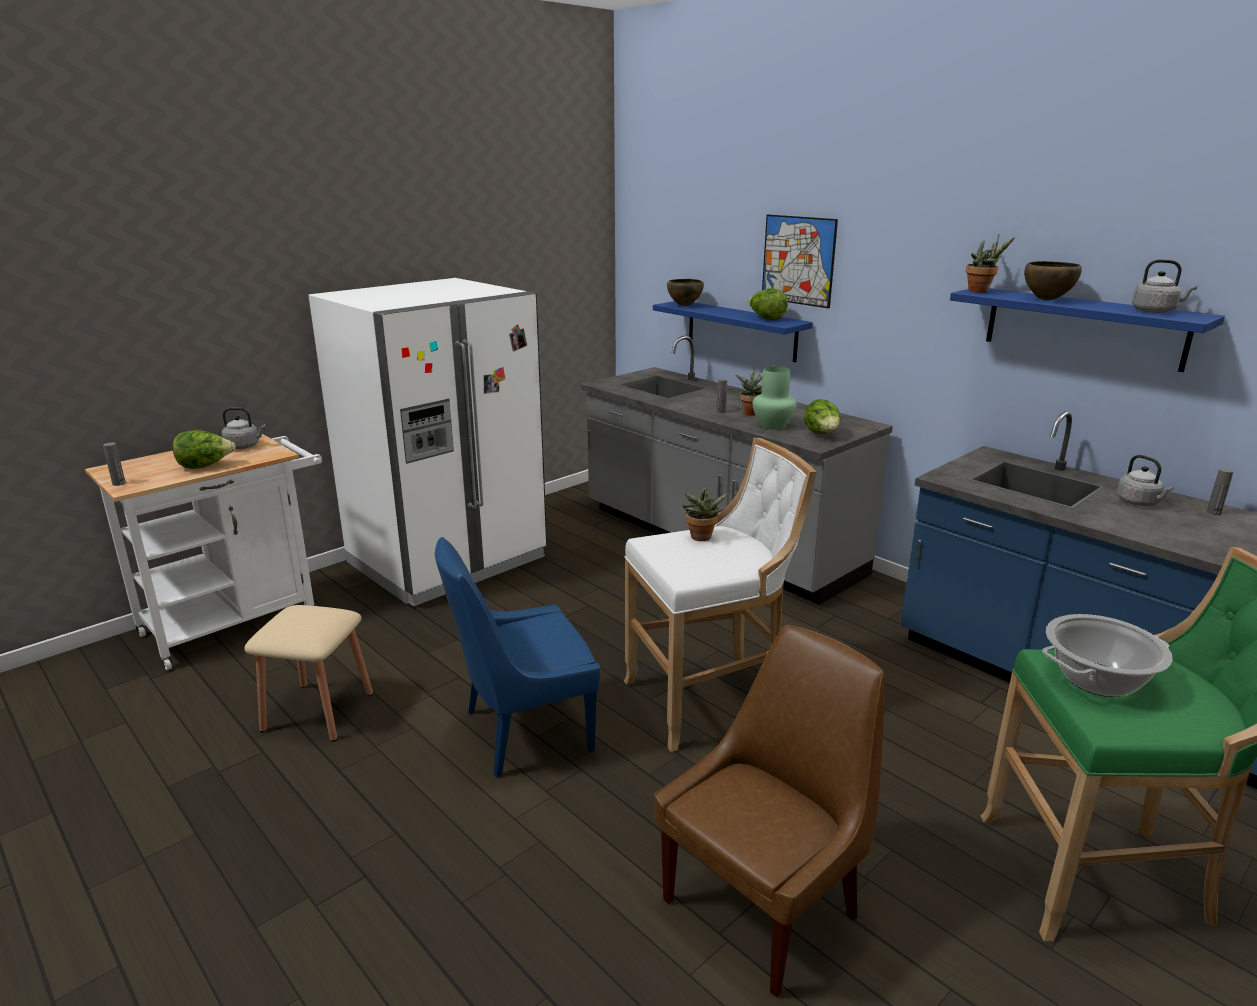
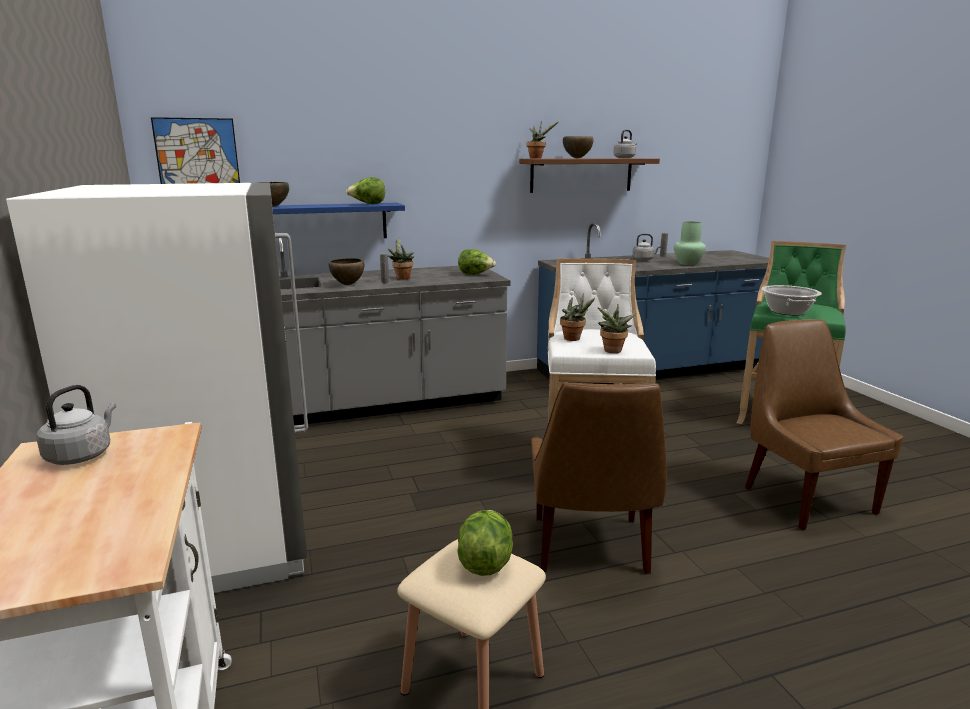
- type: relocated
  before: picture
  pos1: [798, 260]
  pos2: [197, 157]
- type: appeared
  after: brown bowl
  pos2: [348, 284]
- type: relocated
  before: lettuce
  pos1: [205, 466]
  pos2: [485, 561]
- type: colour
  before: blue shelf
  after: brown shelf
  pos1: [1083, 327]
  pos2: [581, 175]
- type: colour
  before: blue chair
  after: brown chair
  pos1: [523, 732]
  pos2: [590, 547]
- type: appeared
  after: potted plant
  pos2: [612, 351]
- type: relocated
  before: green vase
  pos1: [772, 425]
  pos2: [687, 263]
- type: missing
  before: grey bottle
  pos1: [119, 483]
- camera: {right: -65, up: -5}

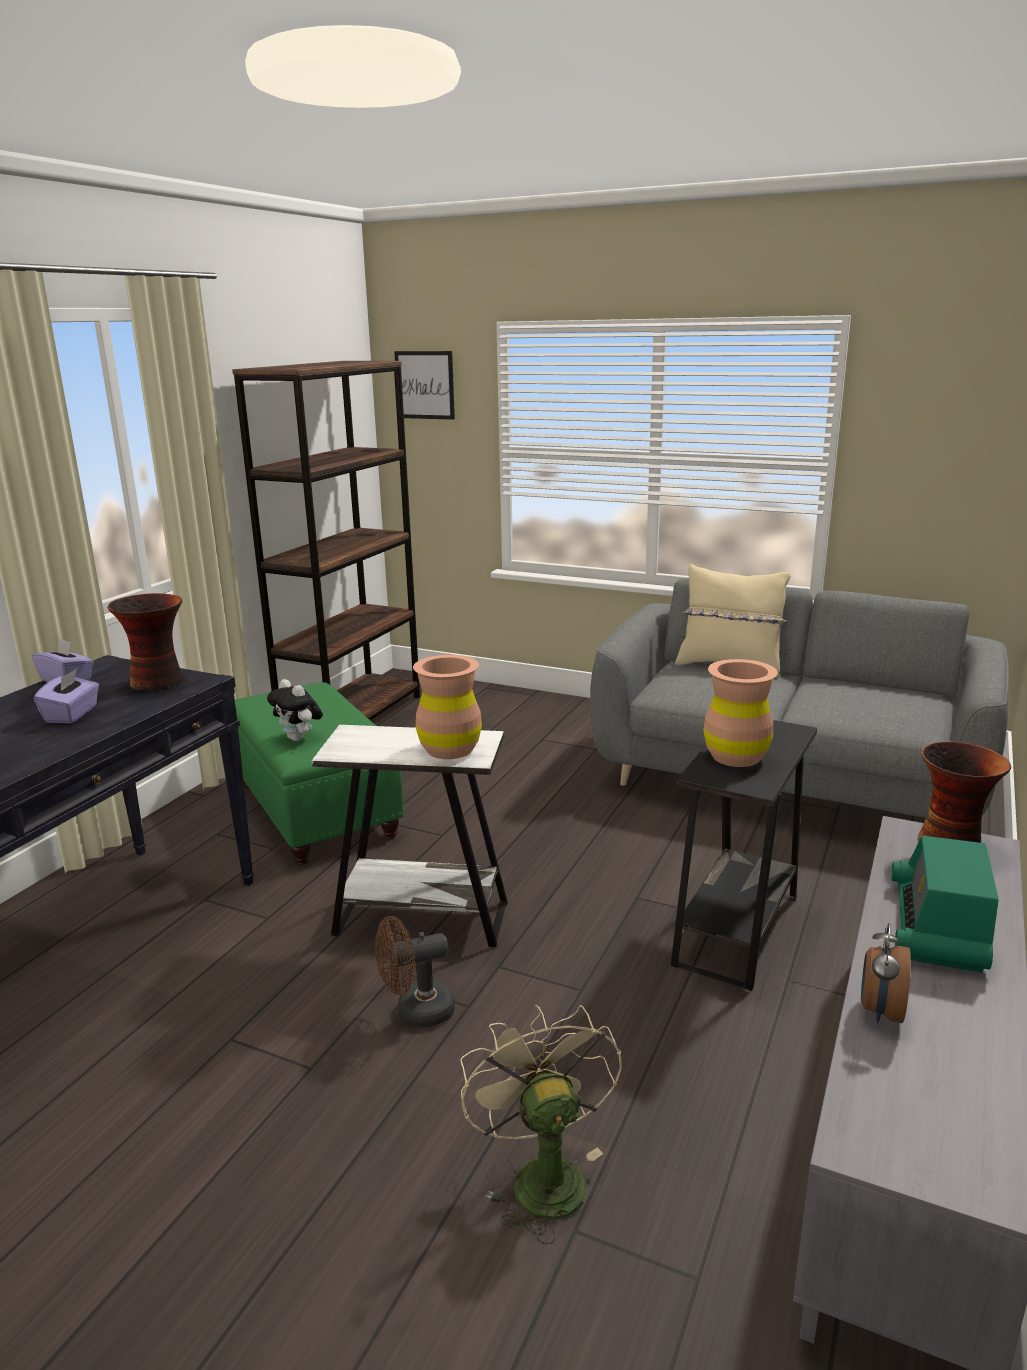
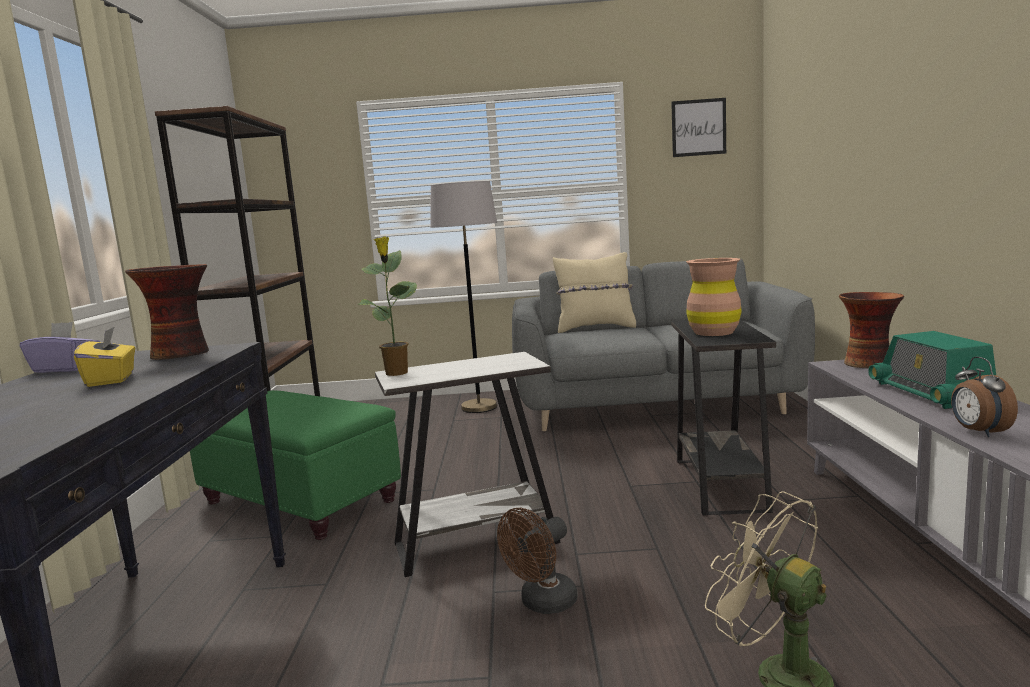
- type: colour
  before: purple tissue box
  after: yellow tissue box
  pos1: [72, 714]
  pos2: [112, 379]
- type: appeared
  after: potted plant
  pos2: [396, 373]
- type: appeared
  after: grey floor lamp
  pos2: [479, 407]
- type: relocated
  before: picture
  pos1: [425, 385]
  pos2: [698, 127]
- type: missing
  before: plush toy
  pos1: [299, 739]
- type: missing
  before: brown vase
  pos1: [449, 749]
- camera: {right: -25, up: -10}

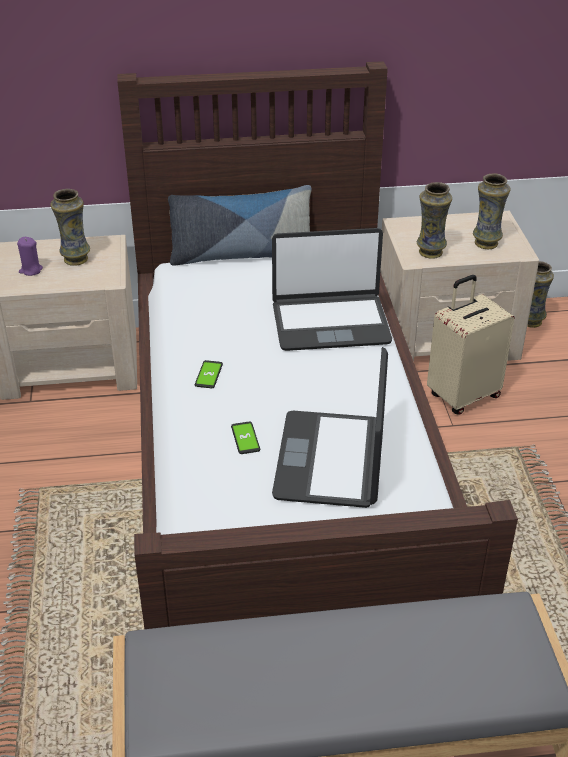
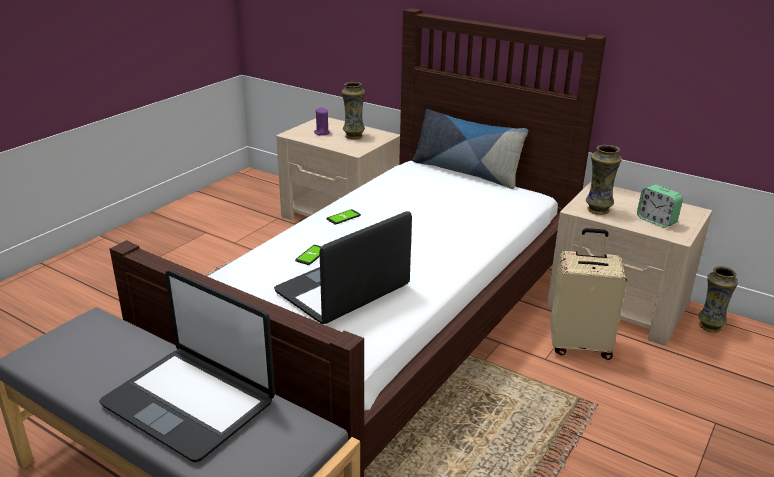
- type: relocated
  before: laptop
  pos1: [330, 323]
  pos2: [190, 402]
- type: exchanged
  before: vase
  after: alarm clock
  pos1: [486, 243]
  pos2: [656, 220]
- camera: {right: 40, up: -10}

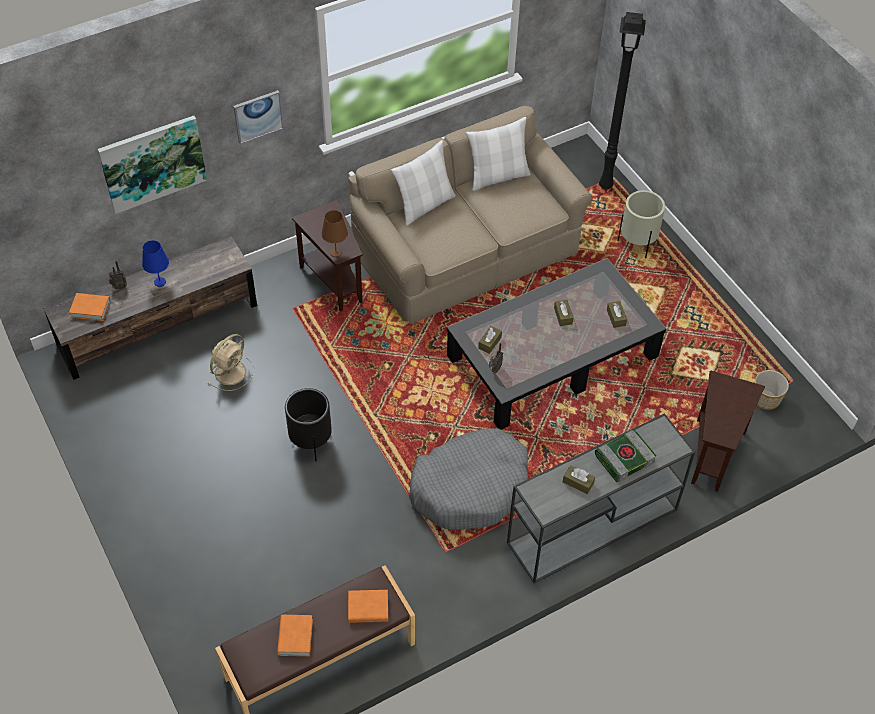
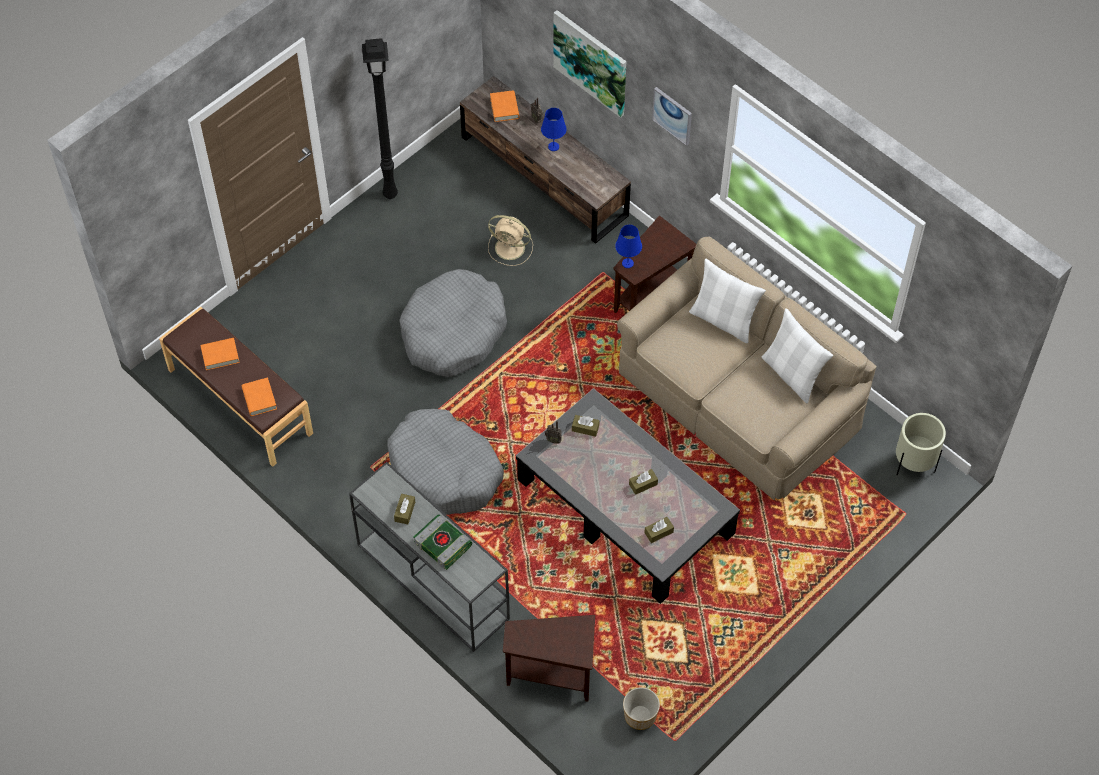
- type: relocated
  before: black floor lamp
  pos1: [604, 186]
  pos2: [389, 193]
- type: exchanged
  before: black planter
  after: grey dog bed
  pos1: [310, 442]
  pos2: [453, 332]
- type: colour
  before: brown table lamp
  after: blue table lamp
  pos1: [336, 252]
  pos2: [628, 263]
- type: relocated
  before: beige planter
  pos1: [637, 244]
  pos2: [913, 463]
- camera: {right: 75, up: 5}

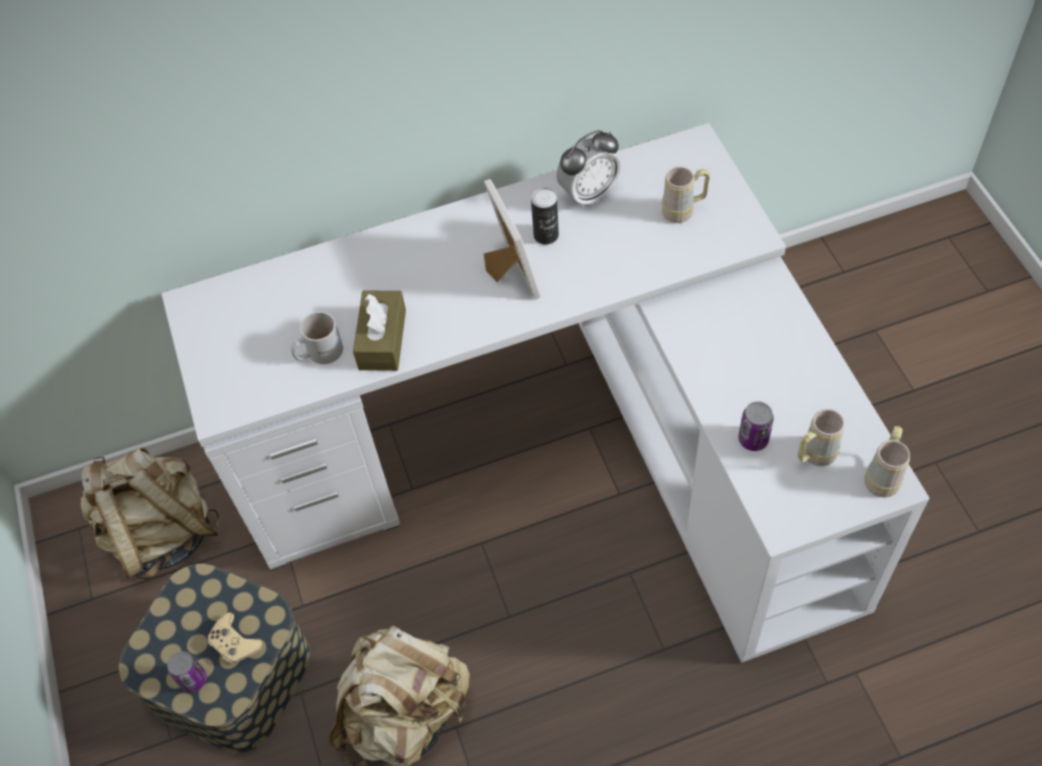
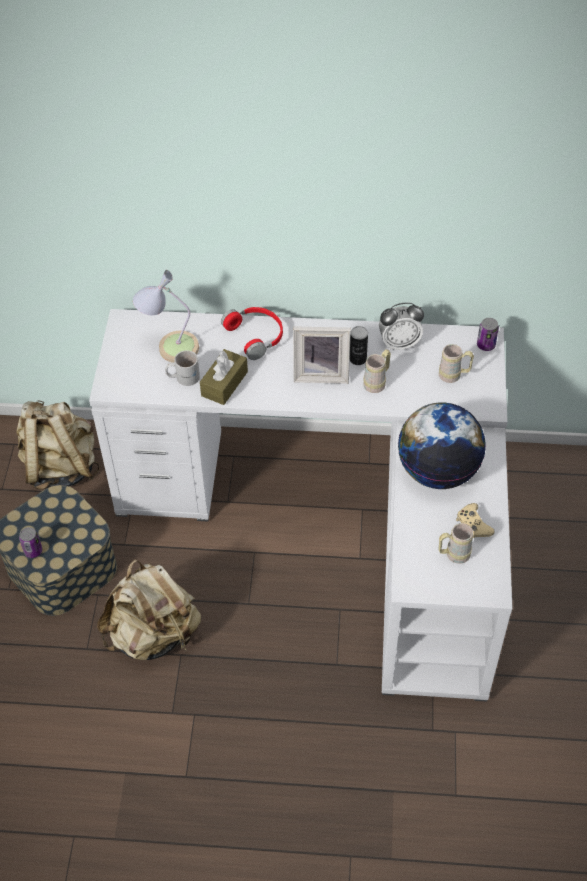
- type: appeared
  after: table lamp
  pos2: [169, 346]
- type: appeared
  after: red headphones
  pos2: [256, 335]
- type: spun
  before: picture frame
  pos1: [508, 274]
  pos2: [321, 374]
  turn: 90
- type: relocated
  before: beige mug
  pos1: [883, 475]
  pos2: [377, 382]
- type: appeared
  after: globe
  pos2: [438, 471]
- type: relocated
  before: beige game controller
  pos1: [234, 642]
  pos2: [473, 525]
- type: relocated
  before: can
  pos1: [753, 439]
  pos2: [486, 345]
- camera: {right: 20, up: -5}

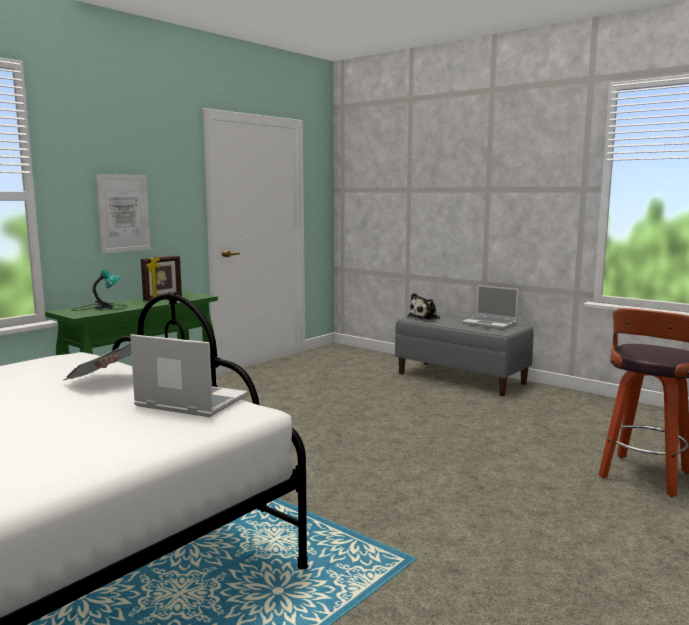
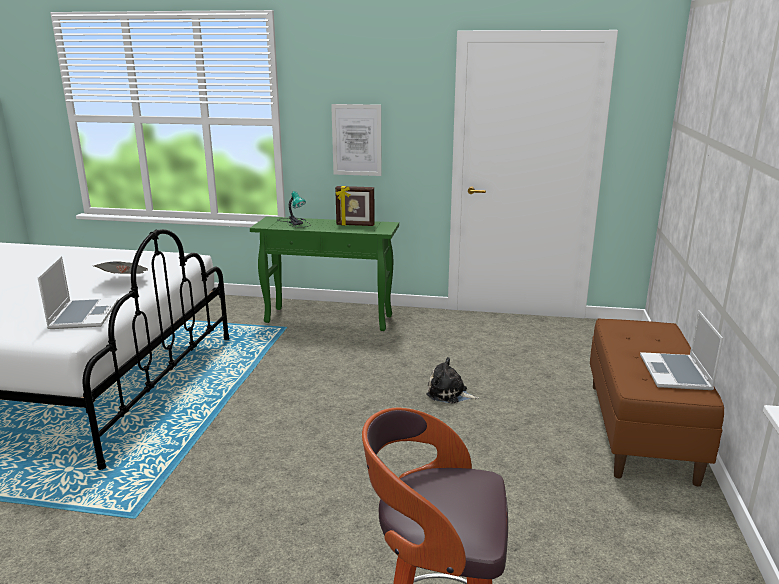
- type: relocated
  before: plush toy
  pos1: [425, 317]
  pos2: [449, 394]
- type: colour
  before: grey bench
  after: brown bench
  pos1: [461, 378]
  pos2: [641, 430]
- camera: {right: 60, up: 10}

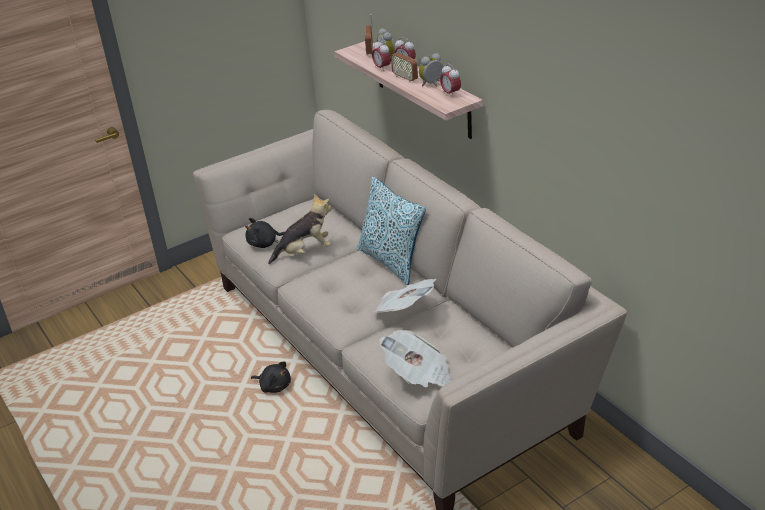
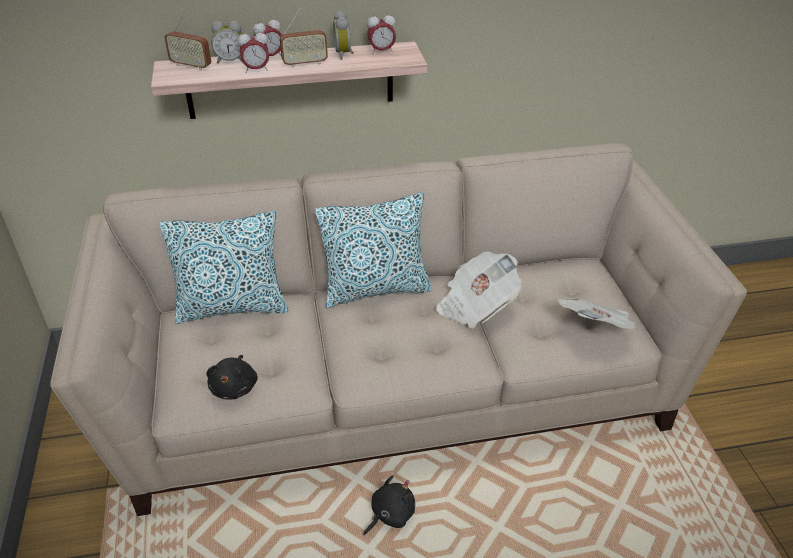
- type: appeared
  after: pillow
  pos2: [232, 307]
- type: missing
  before: plush toy
  pos1: [305, 252]
- camera: {right: -70, up: 5}

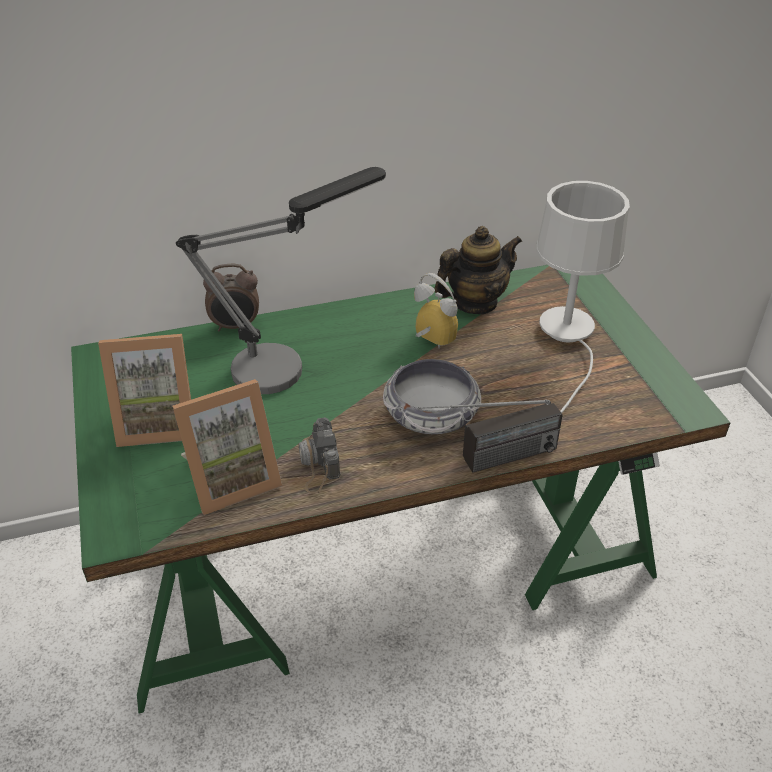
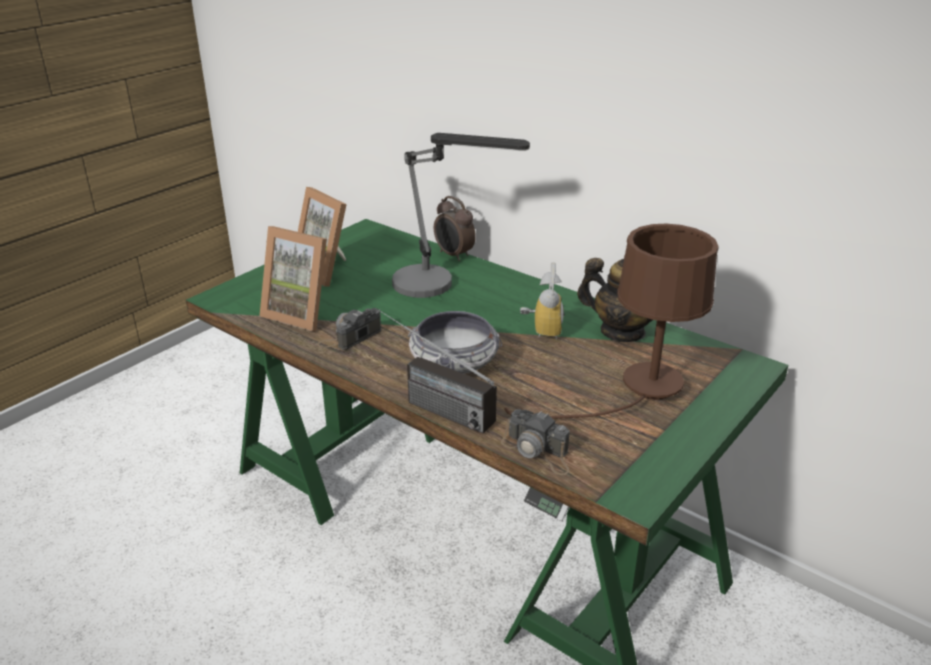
- type: appeared
  after: photo camera
  pos2: [538, 452]
- type: colour
  before: white table lamp
  after: brown table lamp
  pos1: [567, 341]
  pos2: [638, 393]
- camera: {right: 55, up: -10}

